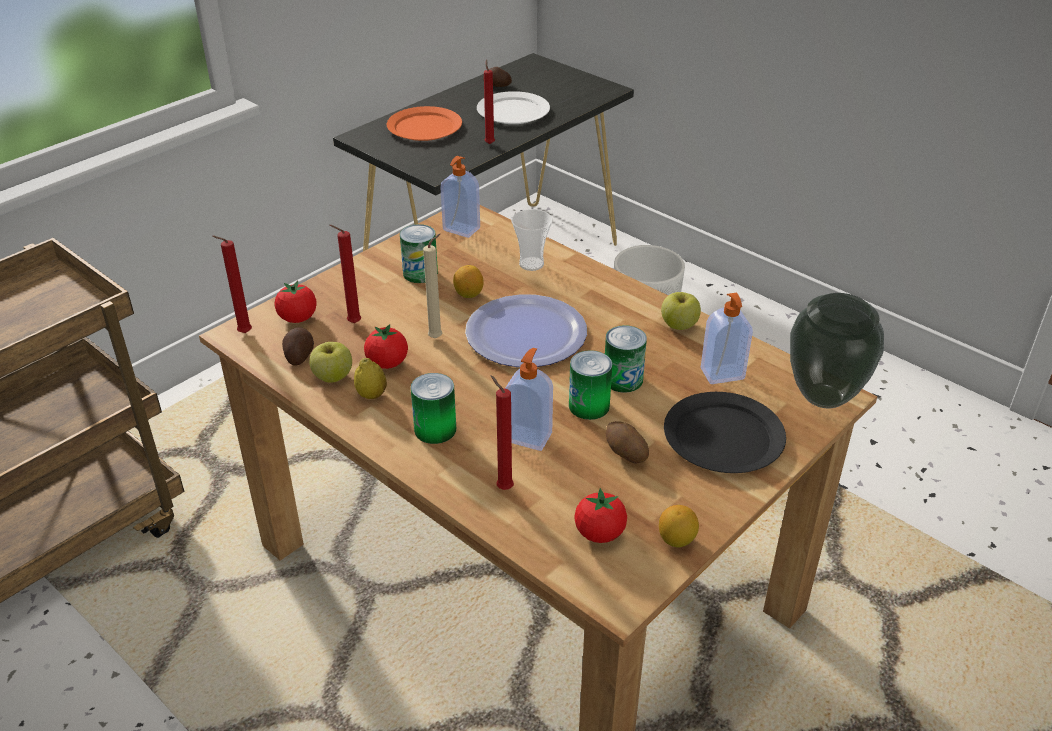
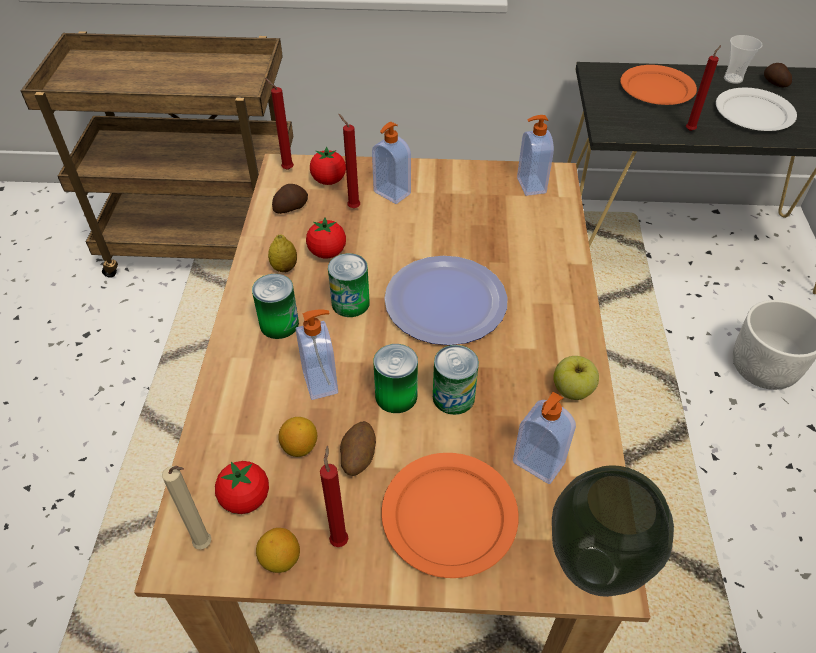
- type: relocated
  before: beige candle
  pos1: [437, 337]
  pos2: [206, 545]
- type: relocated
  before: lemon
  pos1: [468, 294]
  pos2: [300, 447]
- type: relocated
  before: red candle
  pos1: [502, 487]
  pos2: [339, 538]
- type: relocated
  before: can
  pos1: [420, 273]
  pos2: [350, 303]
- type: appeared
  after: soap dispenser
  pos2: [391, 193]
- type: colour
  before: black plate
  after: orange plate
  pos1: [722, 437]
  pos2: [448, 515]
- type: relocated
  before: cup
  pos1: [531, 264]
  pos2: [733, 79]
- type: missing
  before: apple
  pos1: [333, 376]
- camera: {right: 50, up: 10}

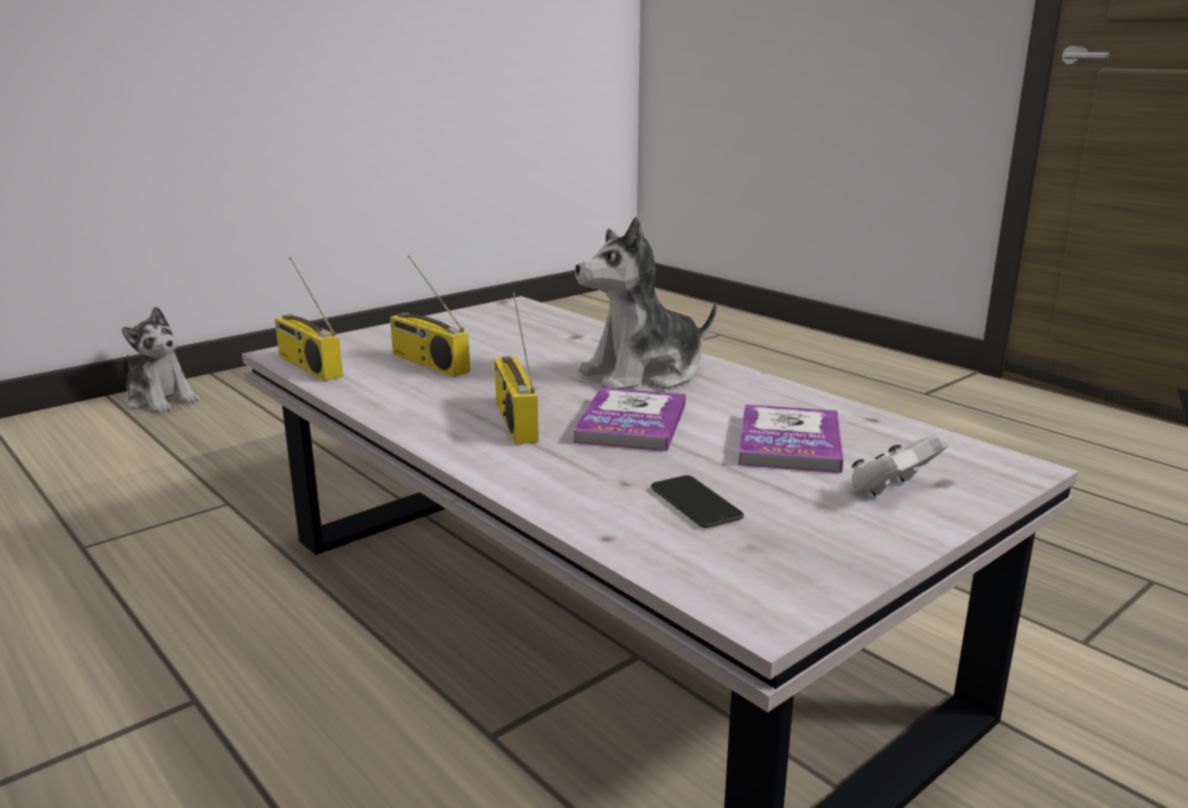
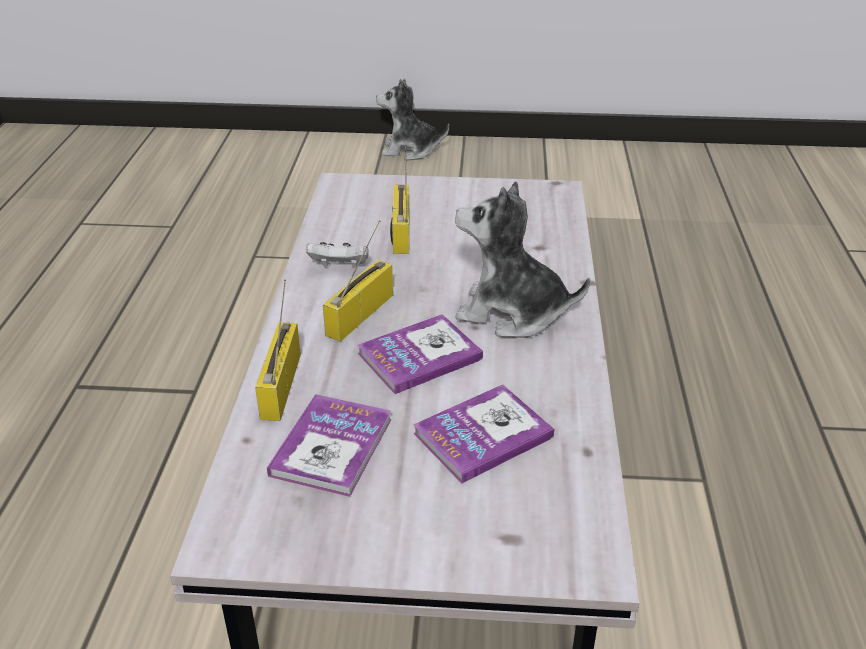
- type: relocated
  before: radio
  pos1: [307, 366]
  pos2: [280, 384]
- type: exchanged
  before: phone
  after: book
  pos1: [695, 503]
  pos2: [332, 446]
- type: relocated
  before: white game controller
  pos1: [893, 489]
  pos2: [340, 268]
- type: spun
  before: plush toy
  pos1: [161, 400]
  pos2: [410, 150]
  turn: 105
- camera: {right: 45, up: 15}

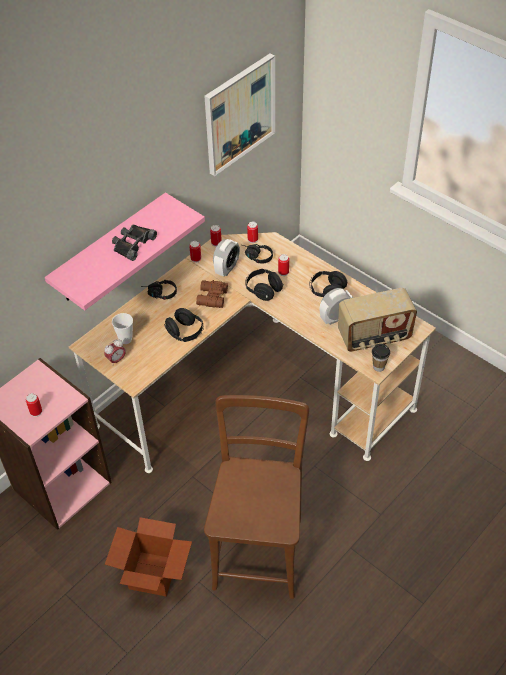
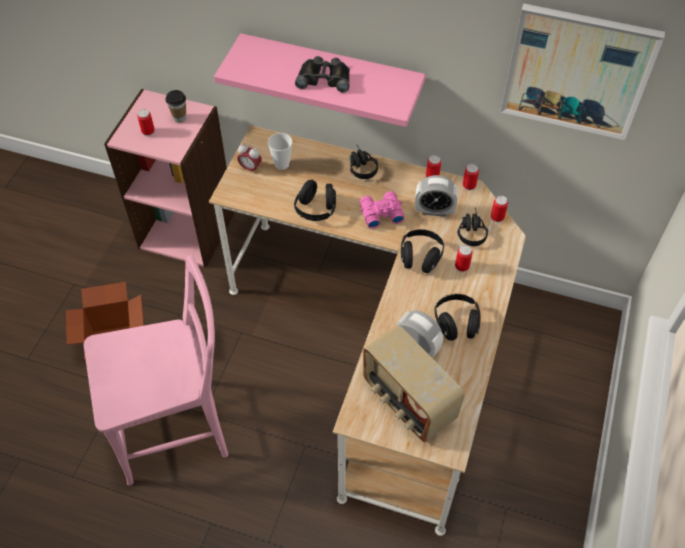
- type: colour
  before: brown chair
  after: pink chair
  pos1: [259, 547]
  pos2: [178, 428]
- type: relocated
  before: cup
  pos1: [378, 367]
  pos2: [179, 118]
- type: colour
  before: brown binoculars
  after: pink binoculars
  pos1: [211, 298]
  pos2: [380, 213]
- camera: {right: 65, up: 5}

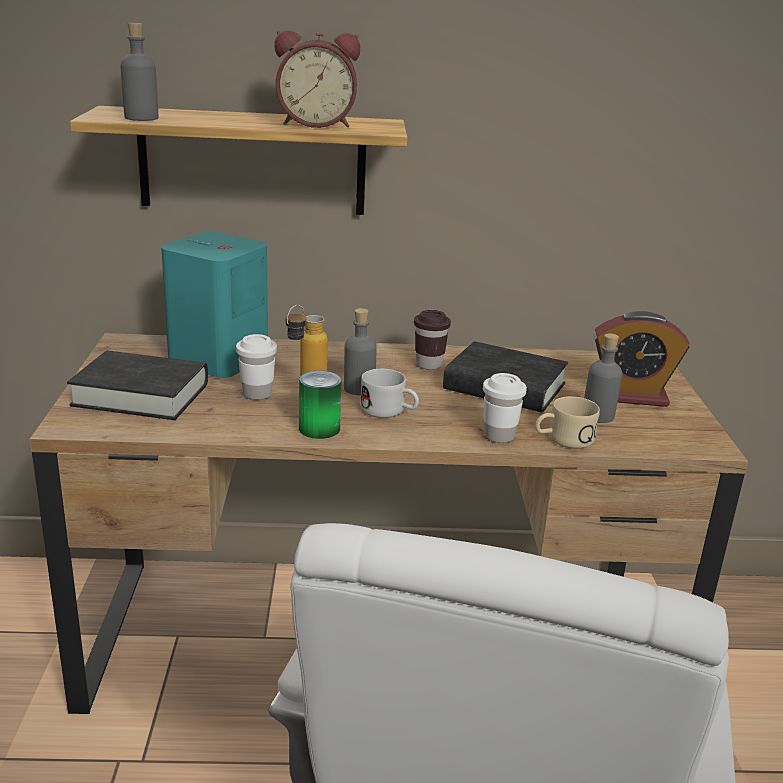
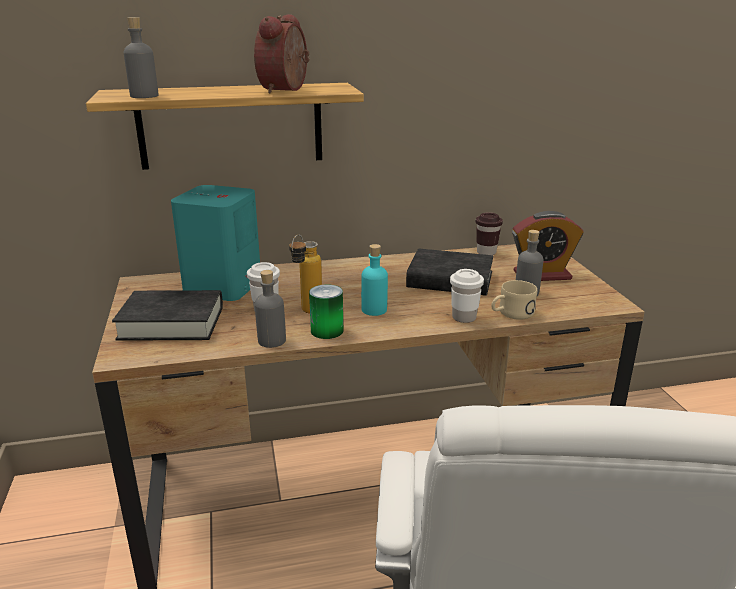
- type: spun
  before: alarm clock
  pos1: [316, 124]
  pos2: [287, 90]
  turn: 120
- type: relocated
  before: grey bottle
  pos1: [359, 388]
  pos2: [272, 340]
- type: exchanged
  before: white mug
  after: turquoise bottle
  pos1: [389, 411]
  pos2: [374, 310]
- type: relocated
  before: brown cup
  pos1: [429, 365]
  pos2: [486, 252]
- camera: {right: -10, up: 0}

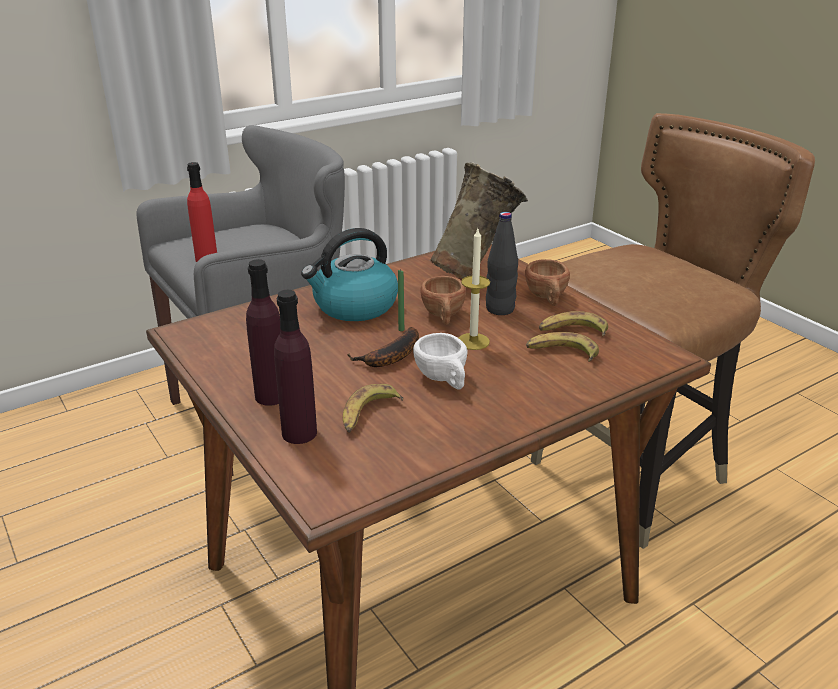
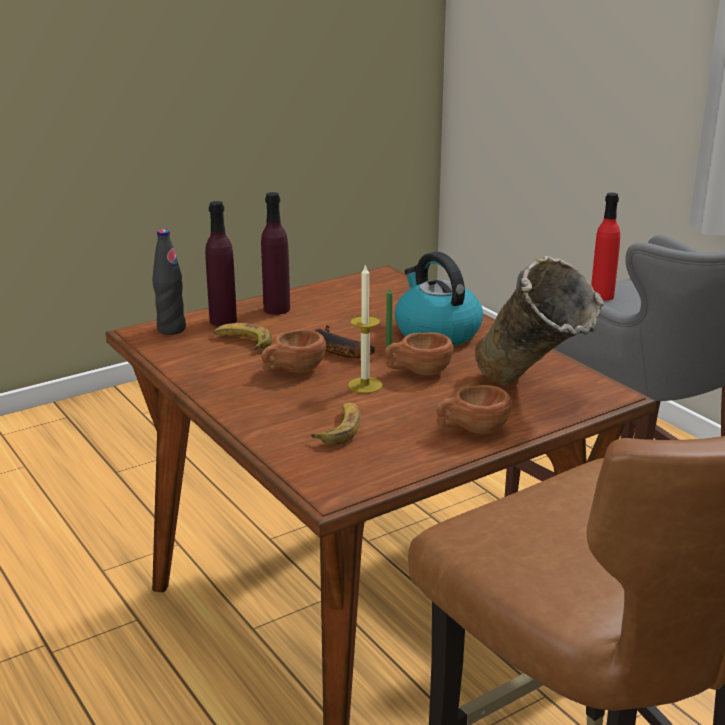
- type: relocated
  before: black bottle
  pos1: [500, 309]
  pos2: [171, 329]
- type: colour
  before: white cup
  after: brown cup
  pos1: [444, 379]
  pos2: [293, 371]
- type: missing
  before: banana
  pos1: [572, 331]
- camera: {right: 90, up: -5}

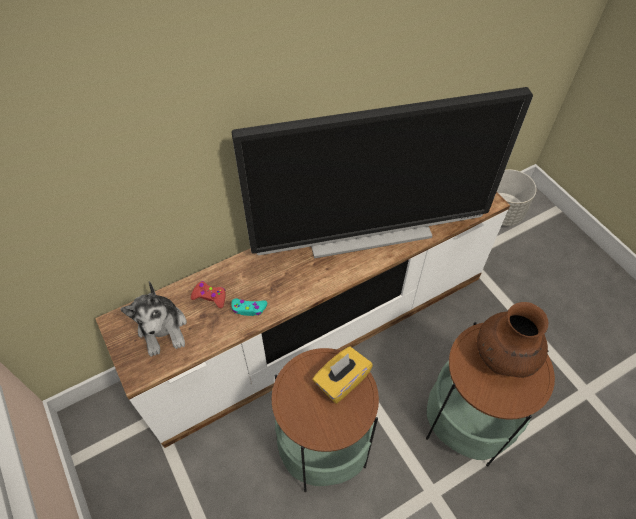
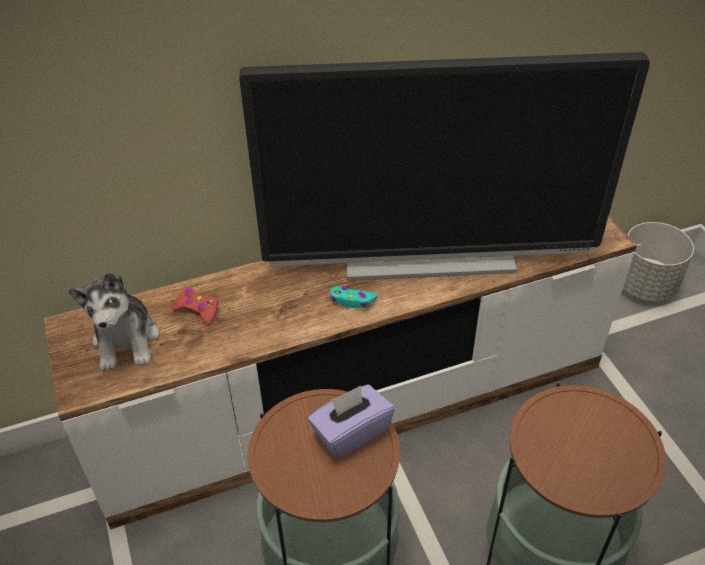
- type: colour
  before: yellow tissue box
  after: purple tissue box
  pos1: [341, 381]
  pos2: [351, 433]
- type: relocated
  before: turquoise game controller
  pos1: [249, 309]
  pos2: [352, 301]
- type: missing
  before: brown vase
  pos1: [503, 358]
- camera: {right: 10, up: -10}

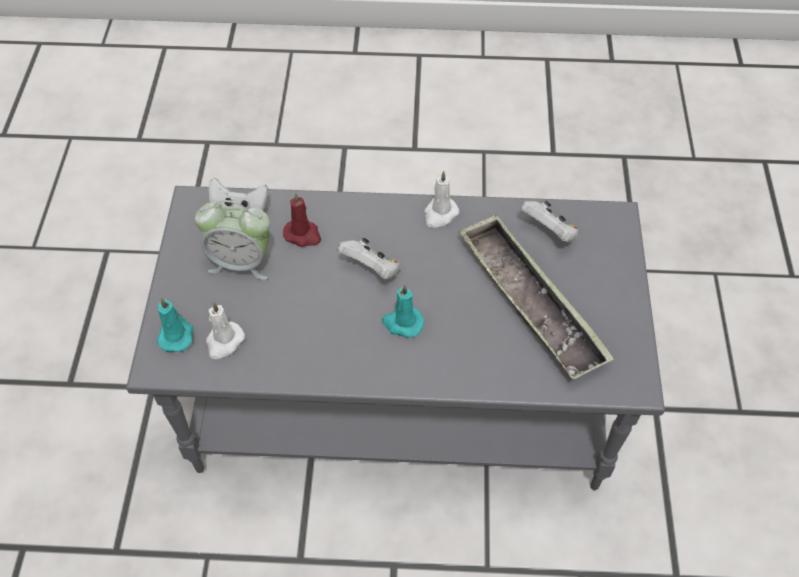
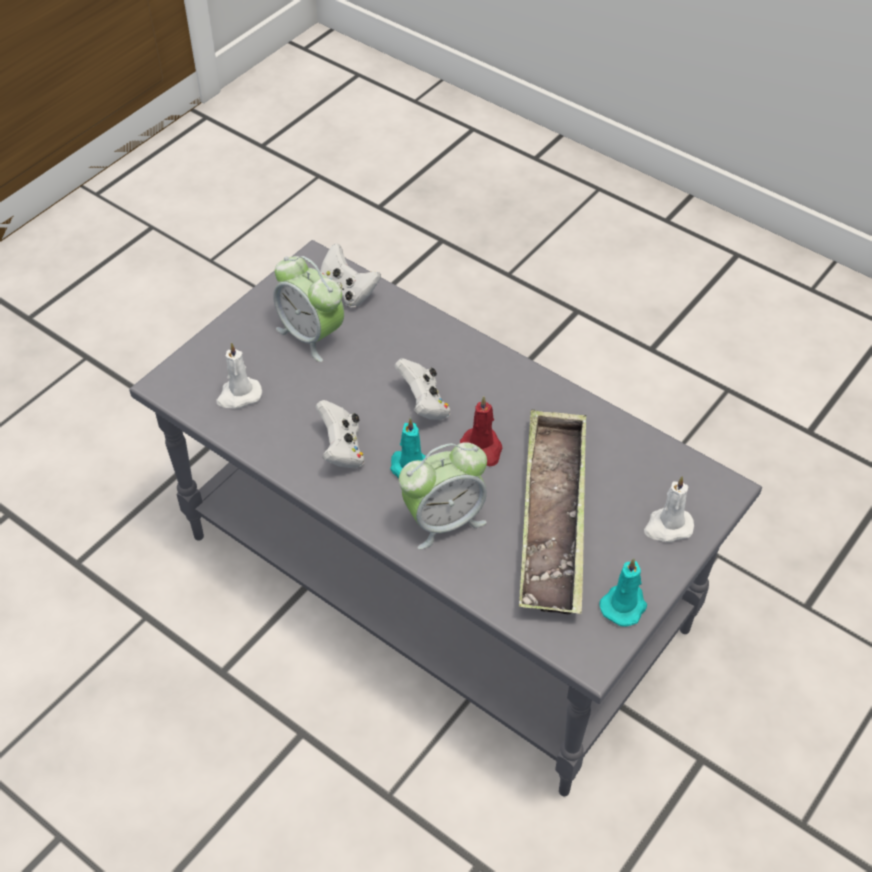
- type: relocated
  before: white game controller
  pos1: [549, 232]
  pos2: [342, 450]
- type: appeared
  after: alarm clock
  pos2: [444, 520]
- type: relocated
  before: red candle
  pos1: [303, 235]
  pos2: [482, 449]
- type: relocated
  before: turquoise candle
  pos1: [176, 335]
  pos2: [624, 605]
- type: relocated
  before: white candle
  pos1: [440, 214]
  pos2: [667, 527]
- camera: {right: 35, up: -5}

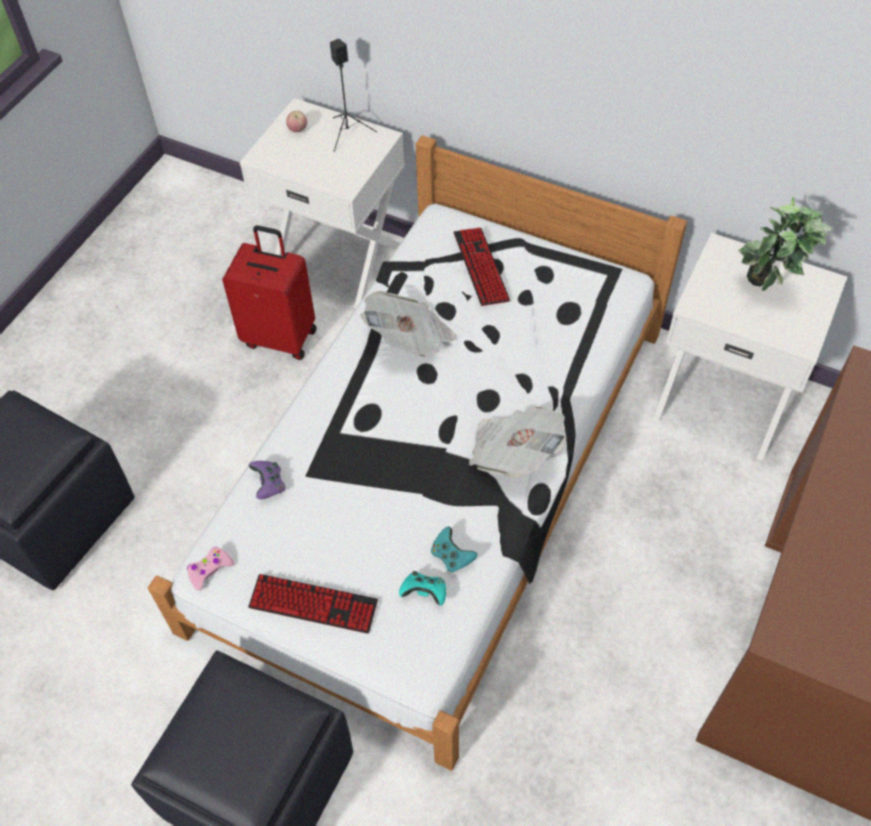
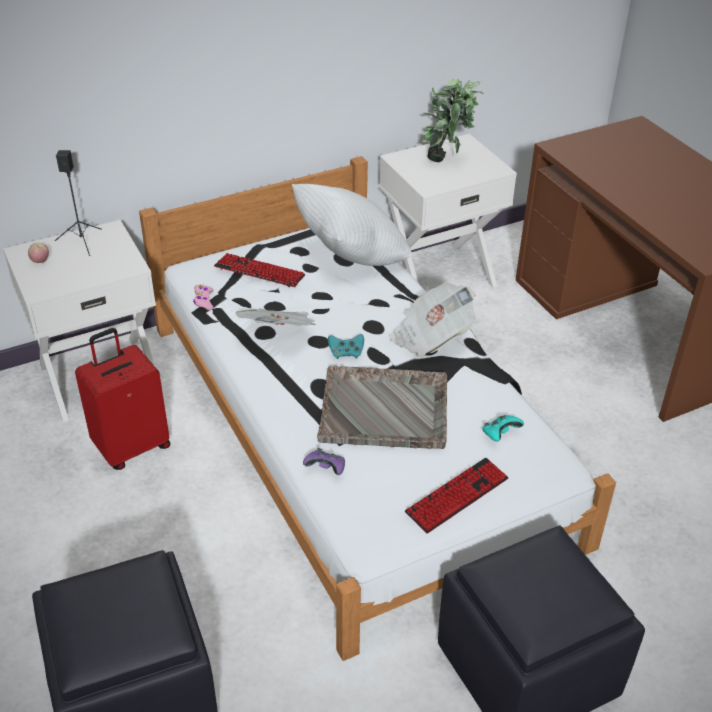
- type: relocated
  before: pink game controller
  pos1: [210, 570]
  pos2: [204, 300]
- type: appeared
  after: white pillow
  pos2: [351, 256]
- type: appeared
  after: grey tray
  pos2: [385, 410]
- type: relocated
  before: turquoise game controller
  pos1: [451, 556]
  pos2: [346, 353]
- camera: {right: -55, up: -15}

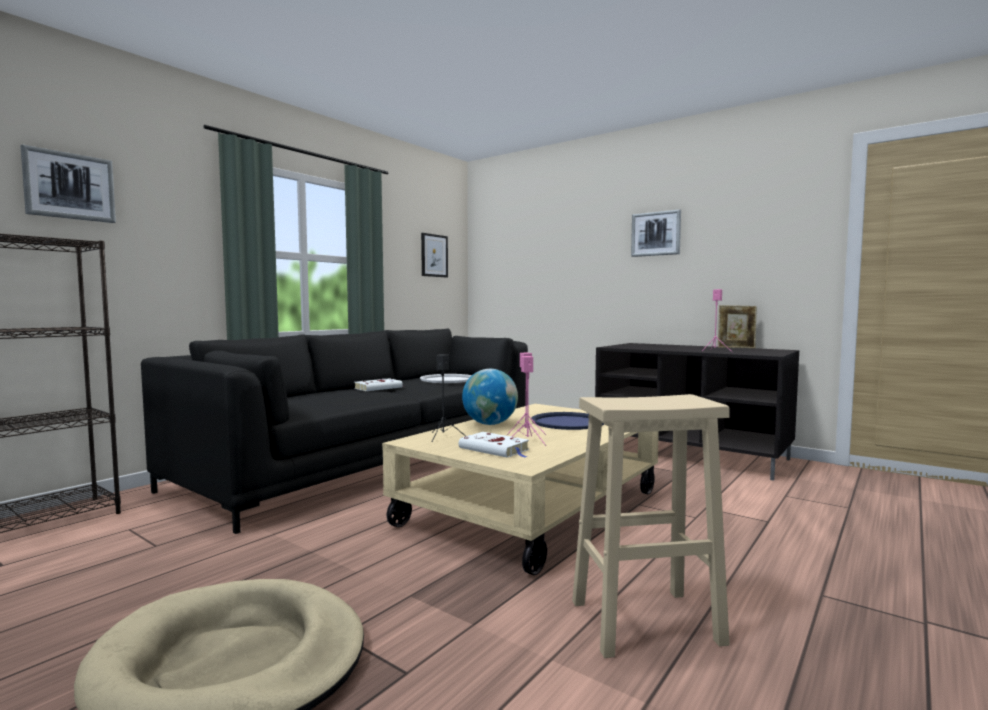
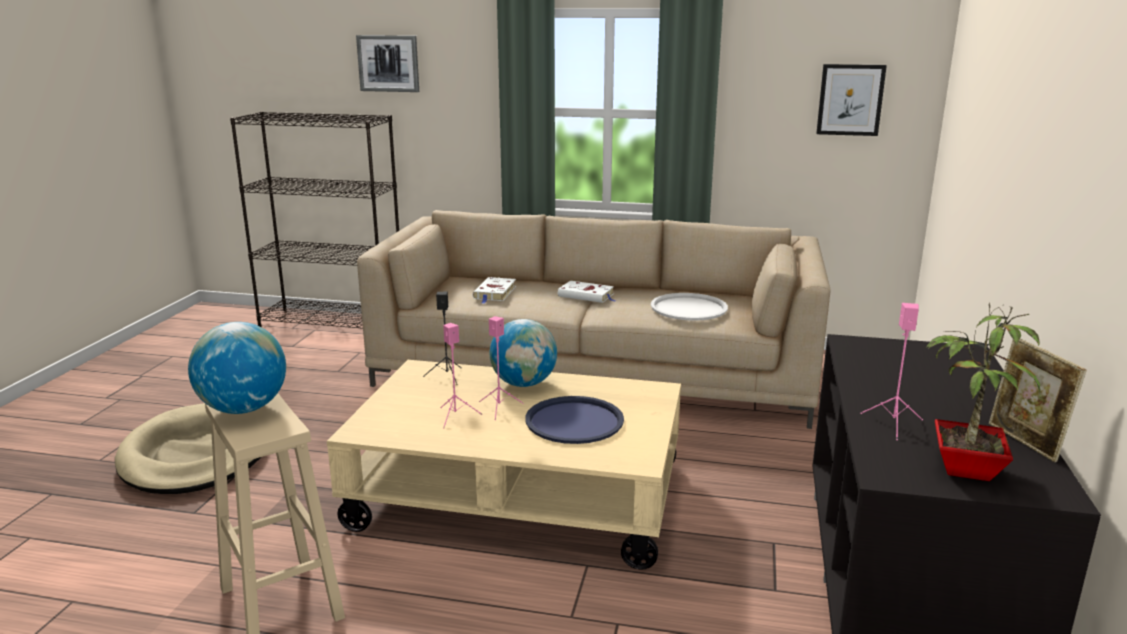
- type: appeared
  after: globe
  pos2: [243, 409]
- type: colour
  before: black sofa
  after: beige sofa
  pos1: [372, 459]
  pos2: [595, 372]
- type: relocated
  before: white book
  pos1: [495, 449]
  pos2: [494, 293]
- type: appeared
  after: potted plant
  pos2: [962, 468]
- type: missing
  before: picture
  pos1: [656, 234]
- camera: {right: 65, up: 15}

